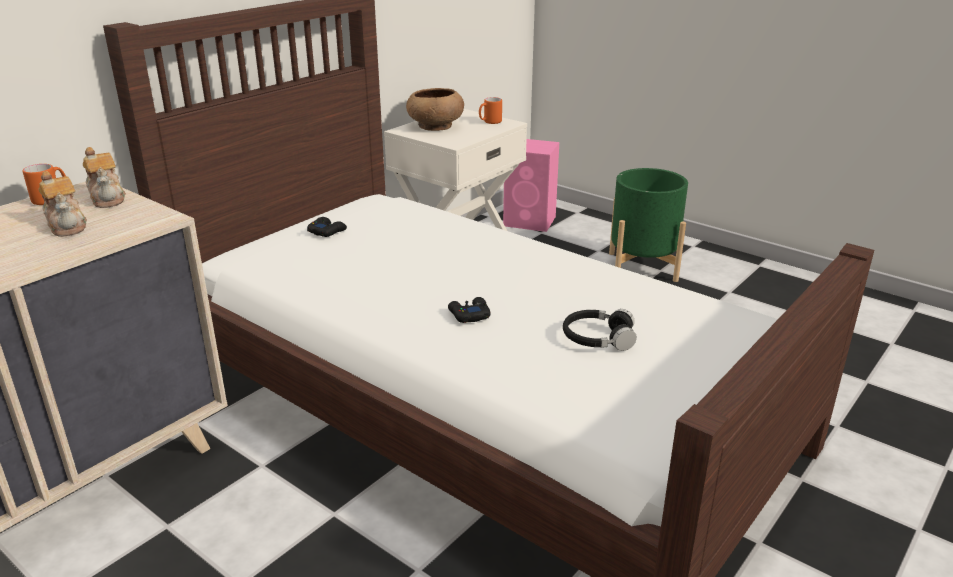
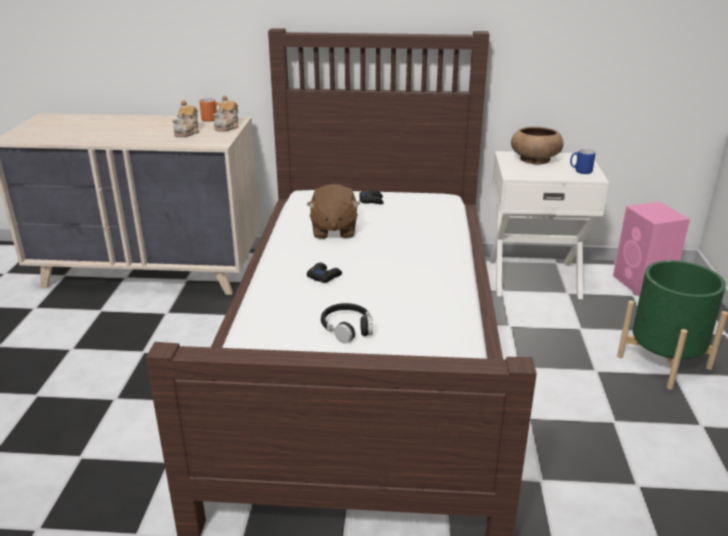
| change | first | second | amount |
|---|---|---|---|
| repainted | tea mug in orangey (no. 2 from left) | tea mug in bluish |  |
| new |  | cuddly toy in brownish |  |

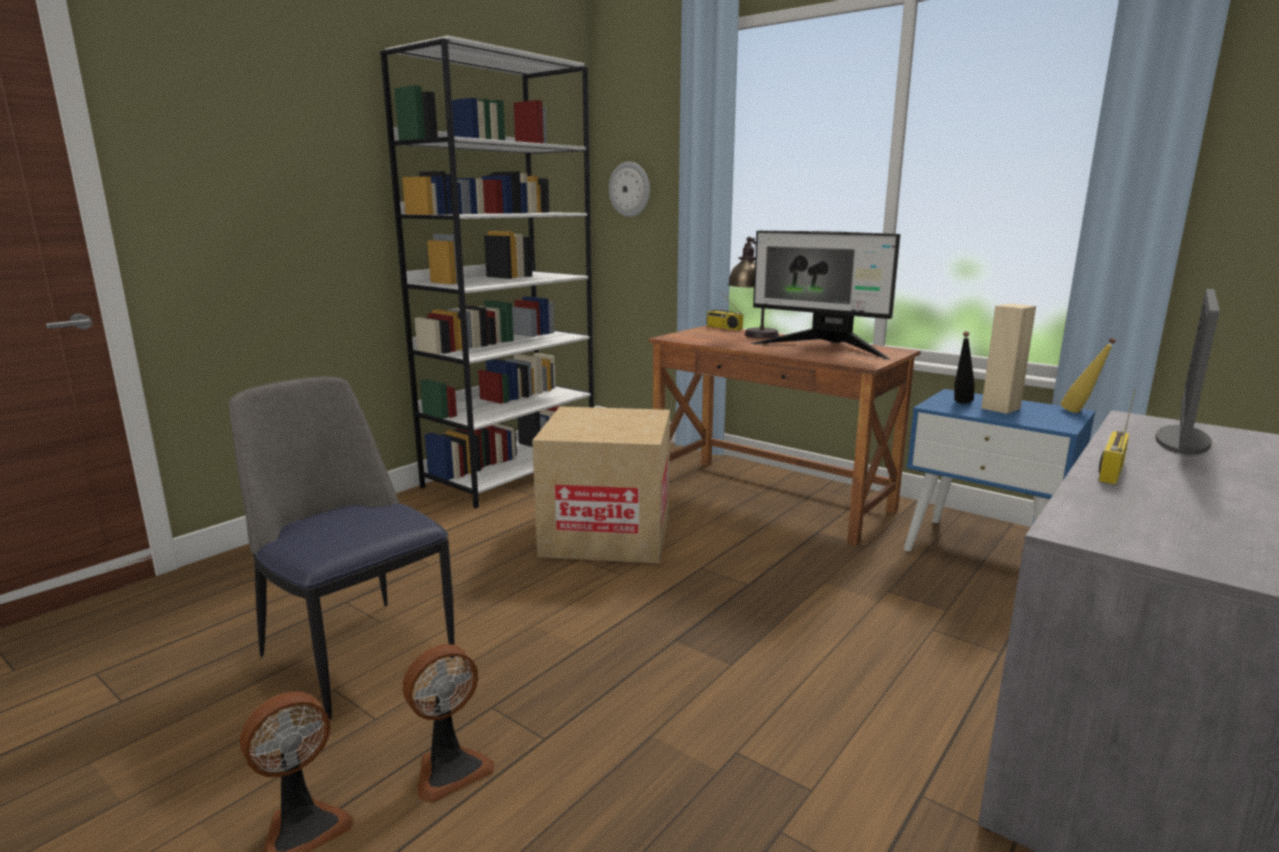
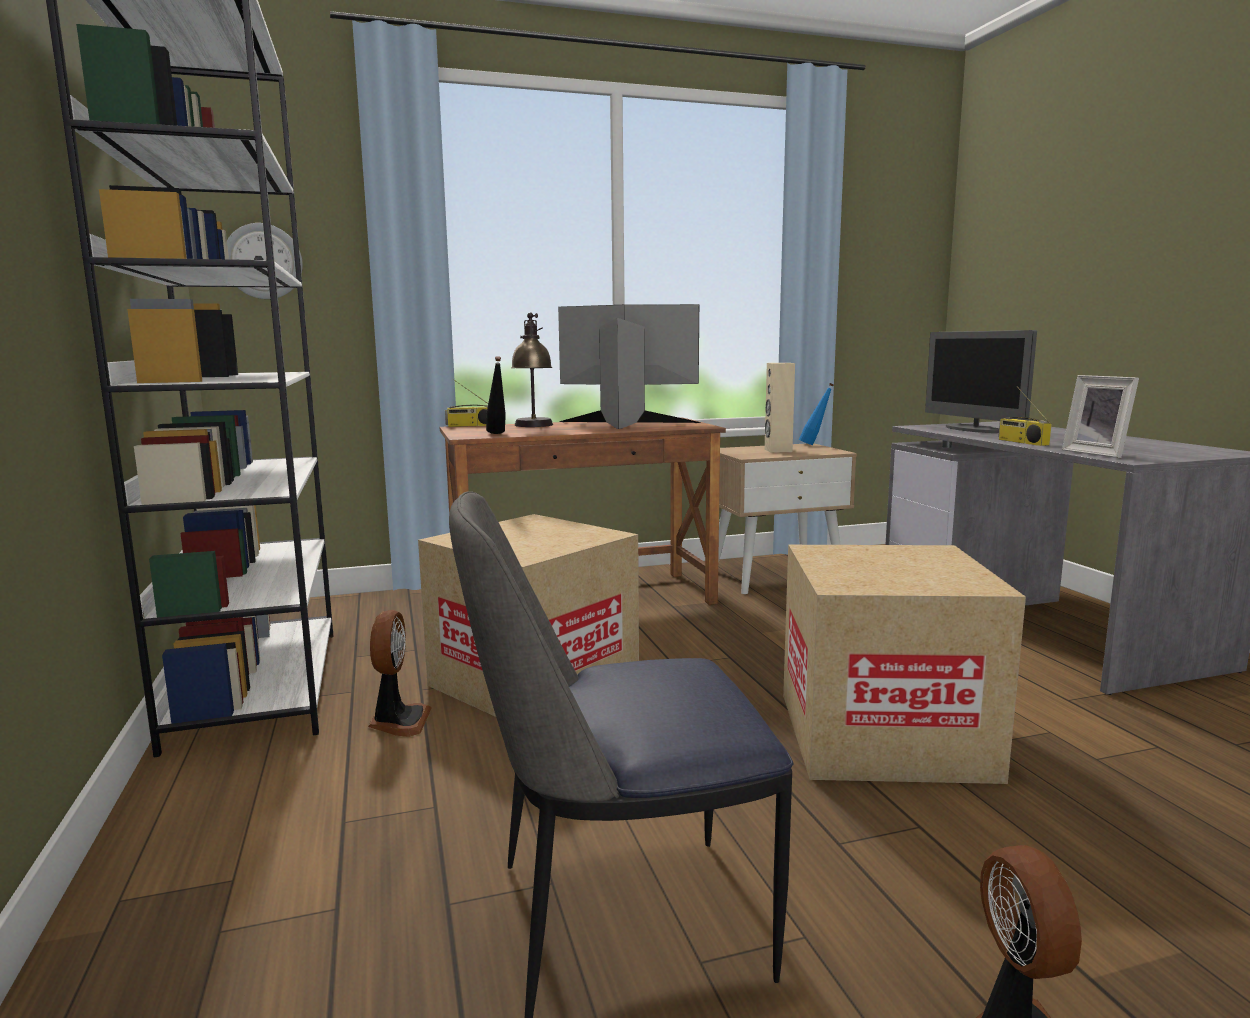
| change | first | second | amount |
|---|---|---|---|
| rotated | computer display (no. 1 from left) |  | 150 degrees counterclockwise |
| shifted | bottle in black-coloured |  |  |
| repainted | bottle in yellow | bottle in bluish |  |
| repainted | bedside table in bluish | bedside table in beige |  |
| shifted | cooling fan (no. 2 from left in the first image) | cooling fan (no. 1 from left) |  |
| new |  | standing frame |  |
| new |  | carton (no. 2 from left) |  |

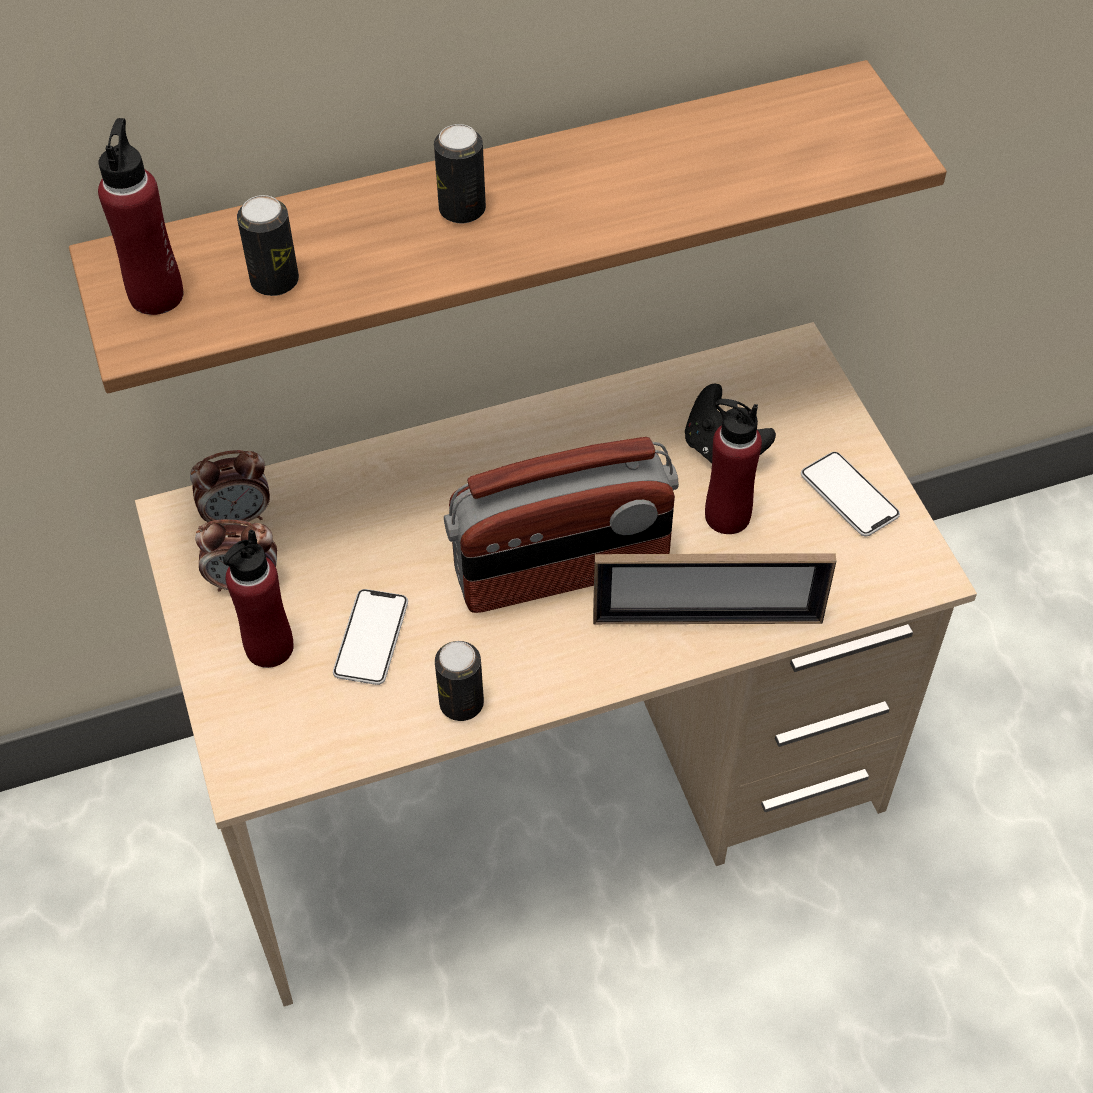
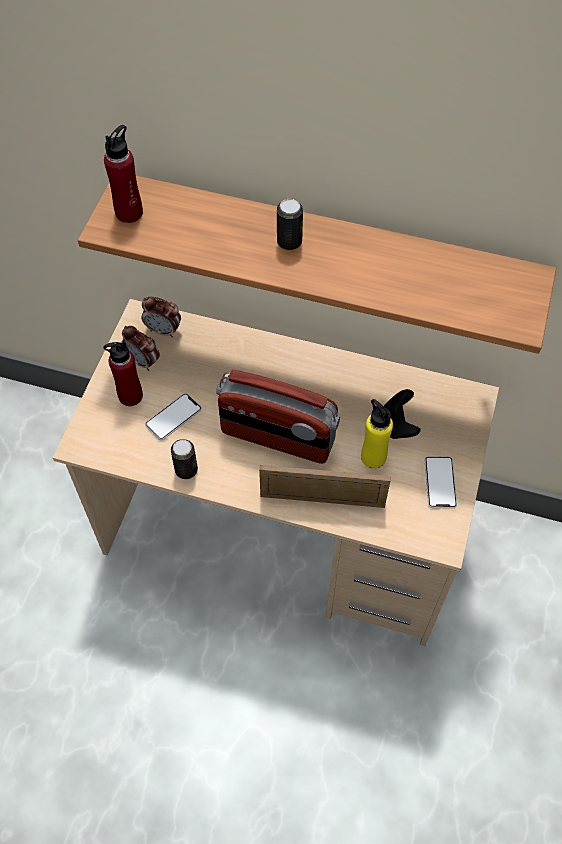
| change | first | second | amount |
|---|---|---|---|
| gone | can (no. 1 from left) |  |  |
| repainted | bottle in red-coloured (no. 3 from left) | bottle in yellow |  |
| rotated | standing frame |  | 150 degrees clockwise |

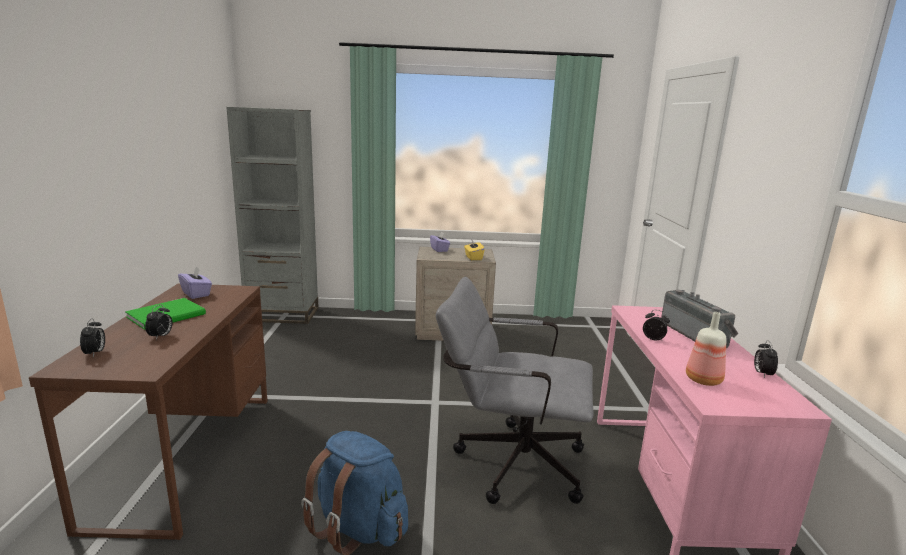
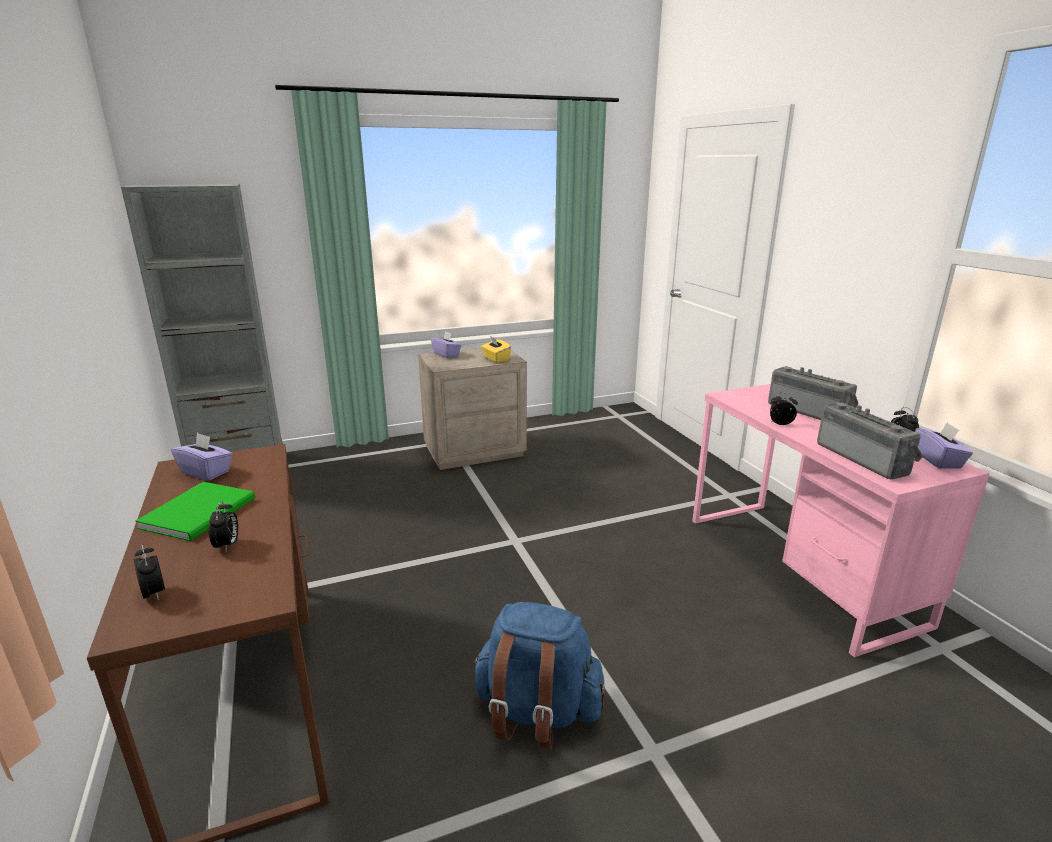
| change | first | second | amount |
|---|---|---|---|
| gone | computer chair in gray |  |  |
| swapped | bottle | radio (no. 2 from left) |  |
| new |  | tissue holder in purple-coloured (no. 3 from left) |  |

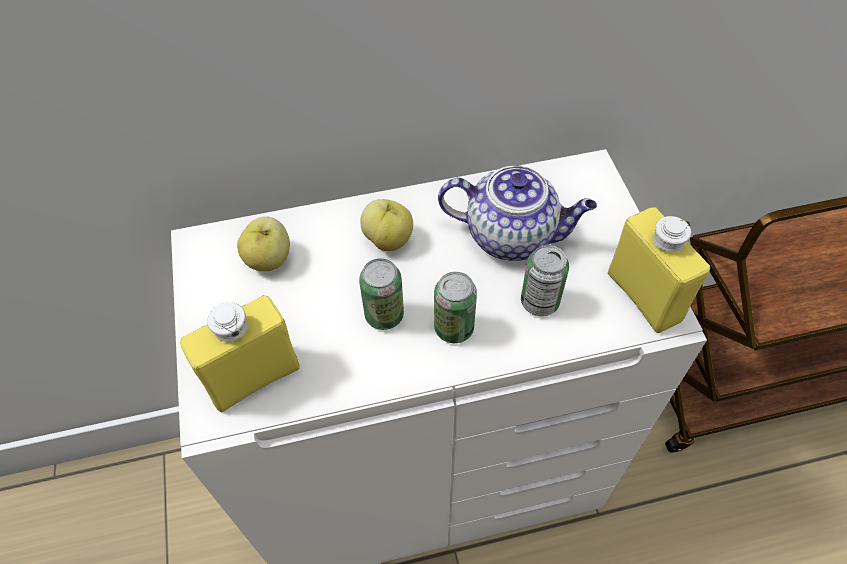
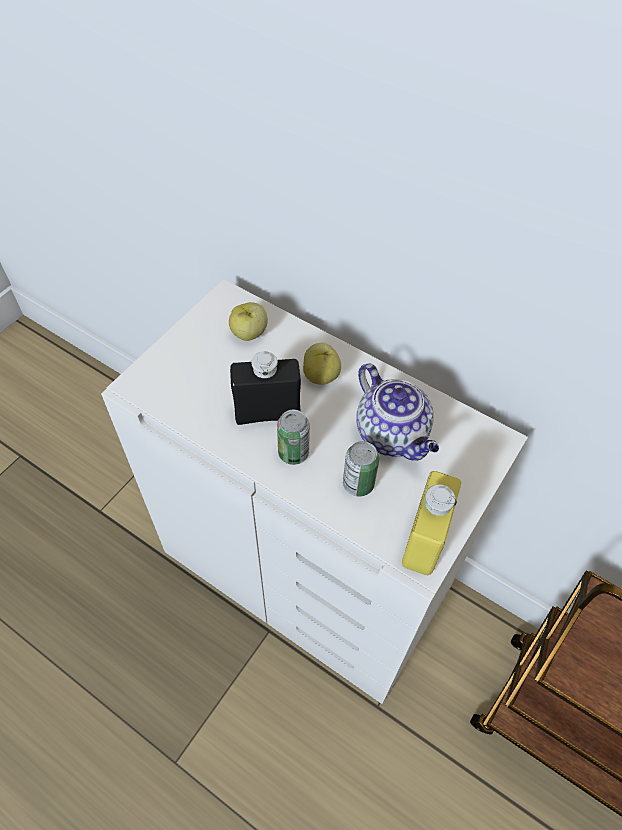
| change | first | second | amount |
|---|---|---|---|
| swapped | can (no. 1 from left) | bottle in black-coloured |  |
| gone | bottle in yellow (no. 1 from left) |  |  |

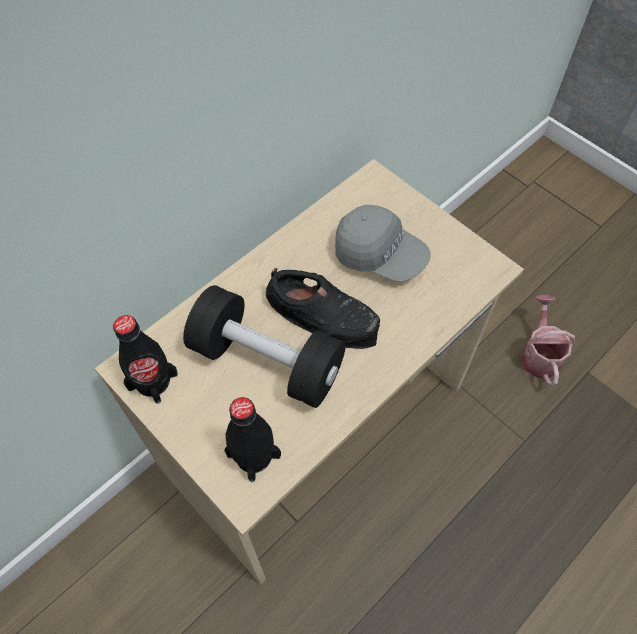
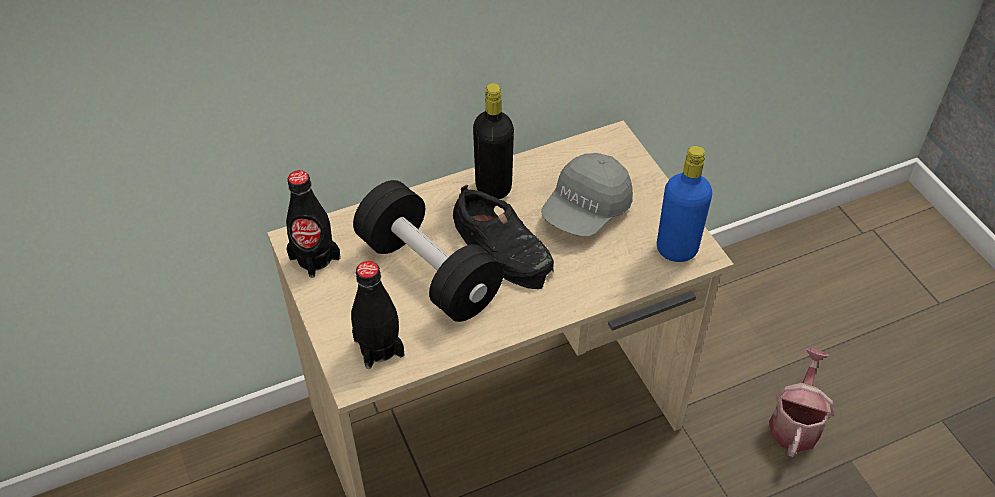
| change | first | second | amount |
|---|---|---|---|
| rotated | cap in gray |  | 75 degrees clockwise |
| new |  | bottle in black-coloured (no. 3 from left) |  |
| new |  | bottle in bluish |  |

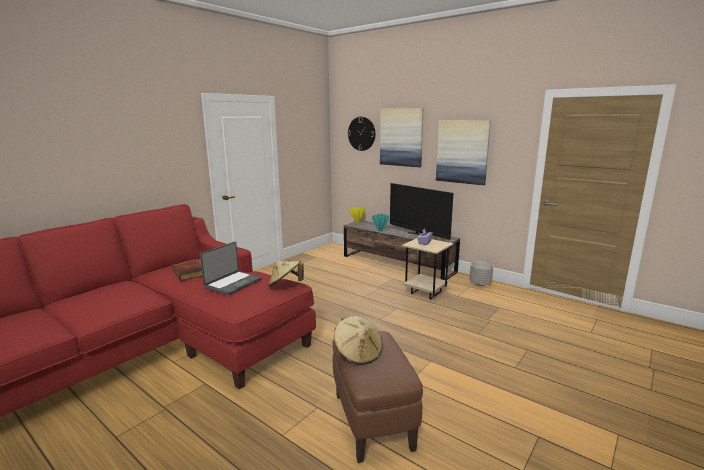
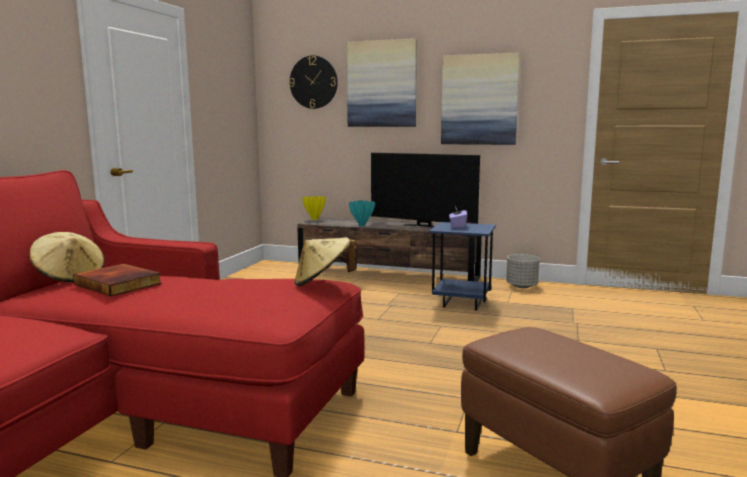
| change | first | second | amount |
|---|---|---|---|
| repainted | side table in beige | side table in bluish |  |
| gone | laptop |  |  |
| shifted | hat in beige (no. 2 from left in the first image) | hat in beige (no. 1 from left) |  |

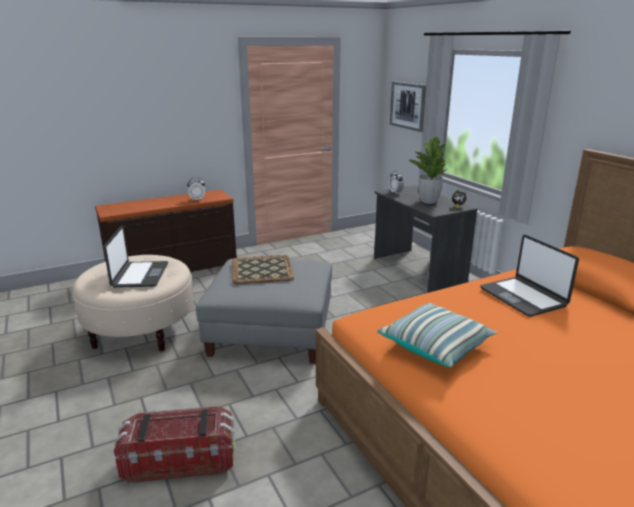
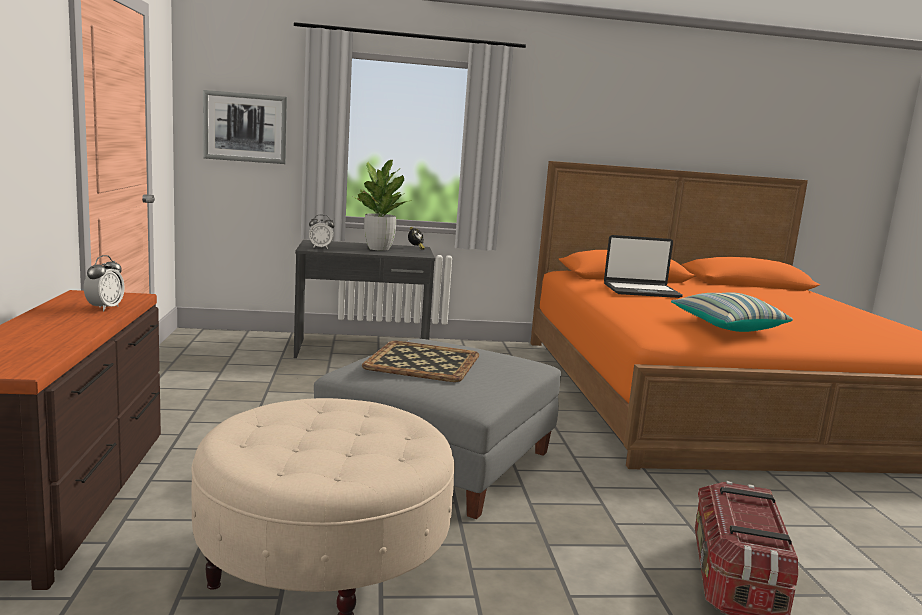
| change | first | second | amount |
|---|---|---|---|
| gone | laptop (no. 1 from left) |  |  |

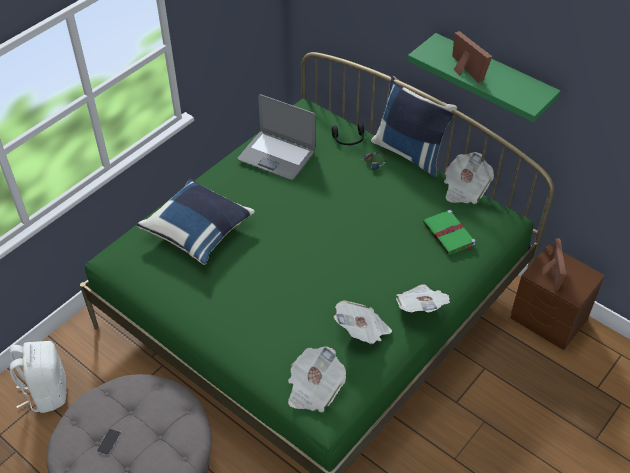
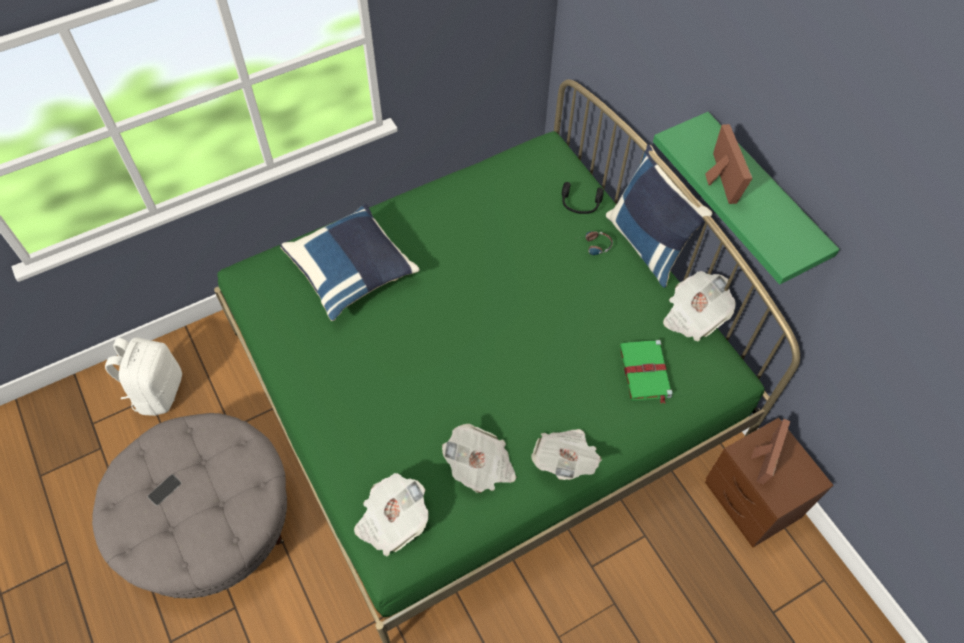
| change | first | second | amount |
|---|---|---|---|
| gone | laptop |  |  |

